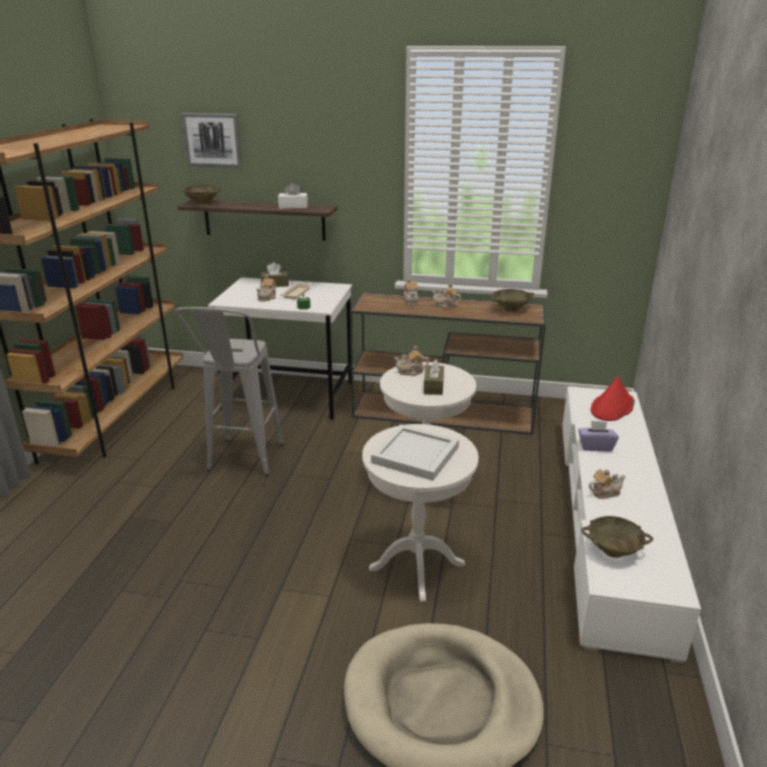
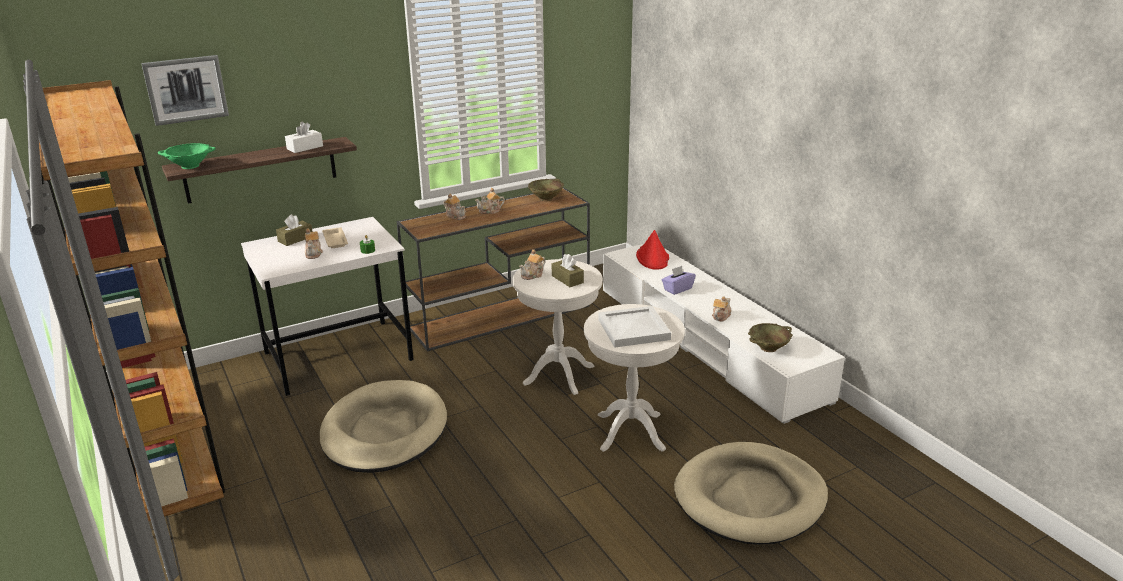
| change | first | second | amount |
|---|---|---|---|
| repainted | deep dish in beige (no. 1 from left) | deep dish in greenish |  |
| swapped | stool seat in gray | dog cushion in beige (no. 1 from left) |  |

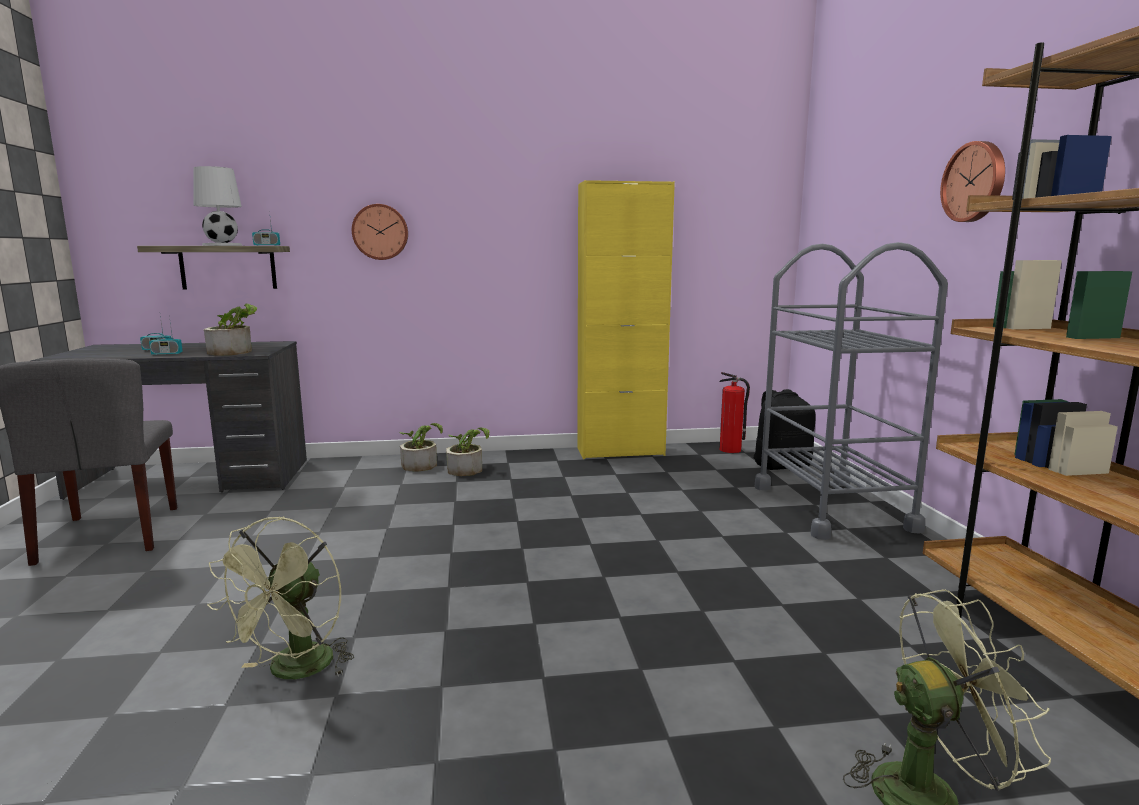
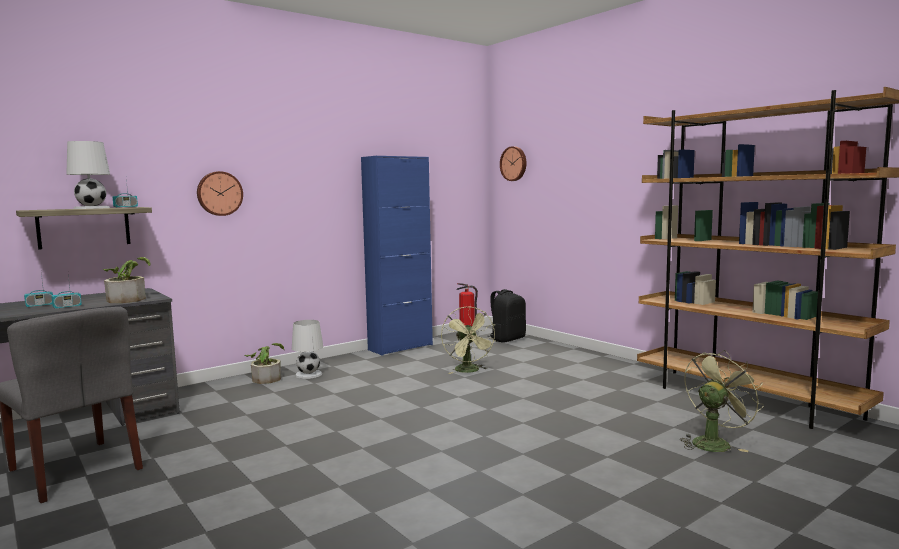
| change | first | second | amount |
|---|---|---|---|
| shifted | hanging clock (no. 2 from left) |  |  |
| repainted | cupboard in yellow | cupboard in bluish |  |
| gone | wheeled cart in gray |  |  |
| swapped | houseplant (no. 3 from left) | tabletop lamp in white (no. 2 from left) |  |
| shifted | cooling fan in greenish (no. 1 from left) |  |  |

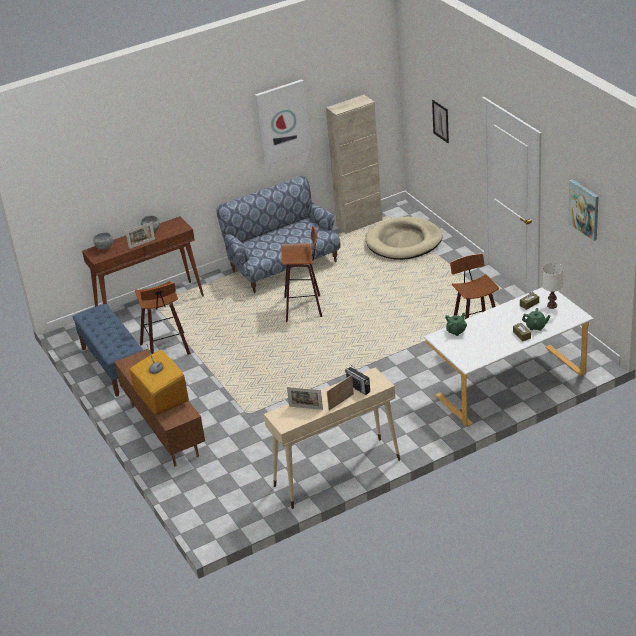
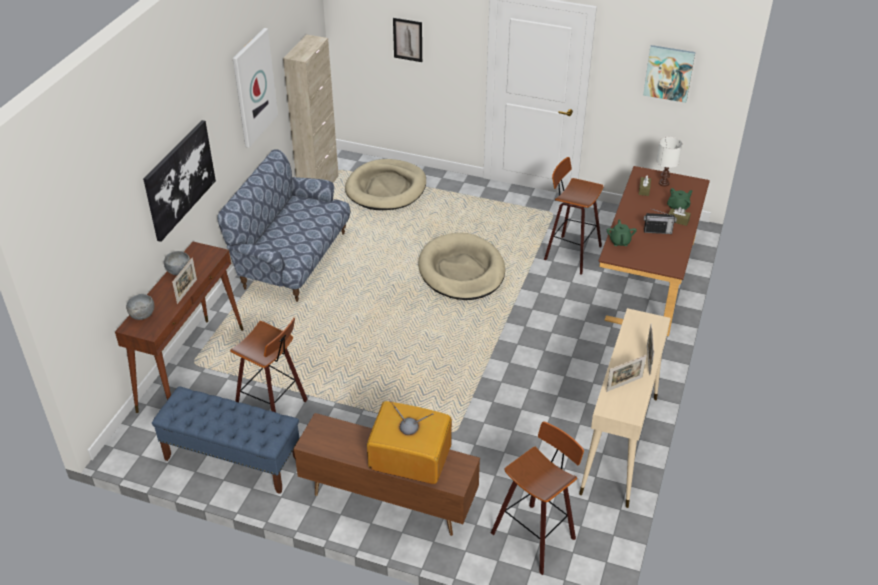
| change | first | second | amount |
|---|---|---|---|
| shifted | stool seat (no. 2 from left) |  |  |
| repainted | desk unit in white | desk unit in brownish |  |
| shifted | radio |  |  |
| new |  | wall picture (no. 1 from left) |  |
| new |  | dog cushion in beige (no. 2 from left) |  |

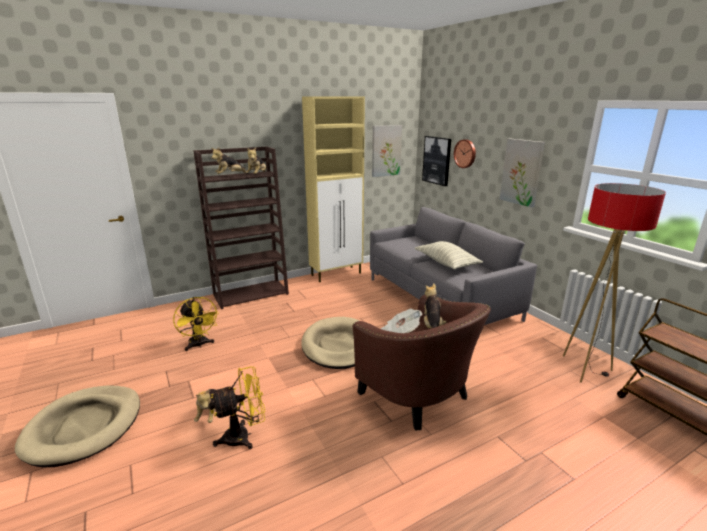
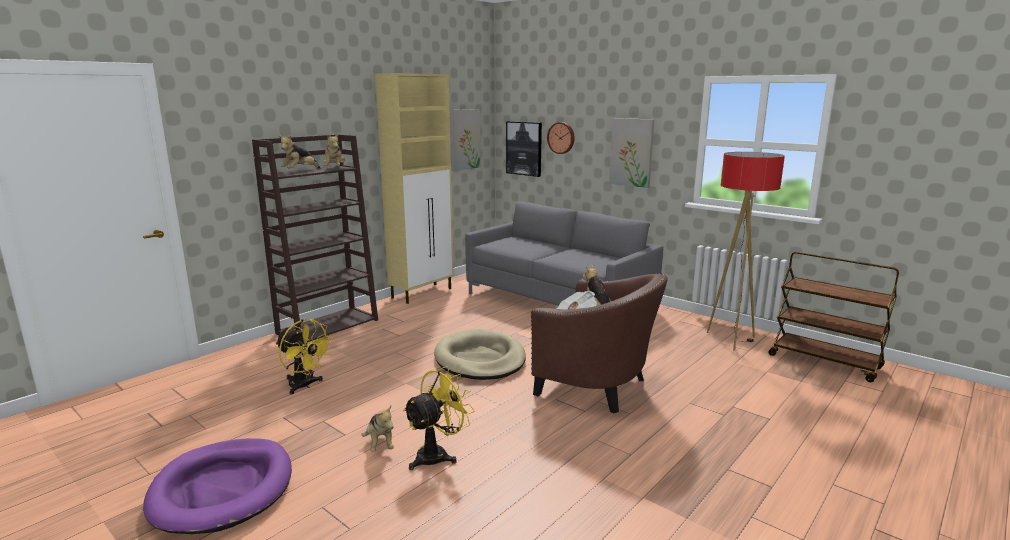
| change | first | second | amount |
|---|---|---|---|
| gone | throw pillow |  |  |
| repainted | dog cushion in beige (no. 1 from left) | dog cushion in purple-coloured |  |

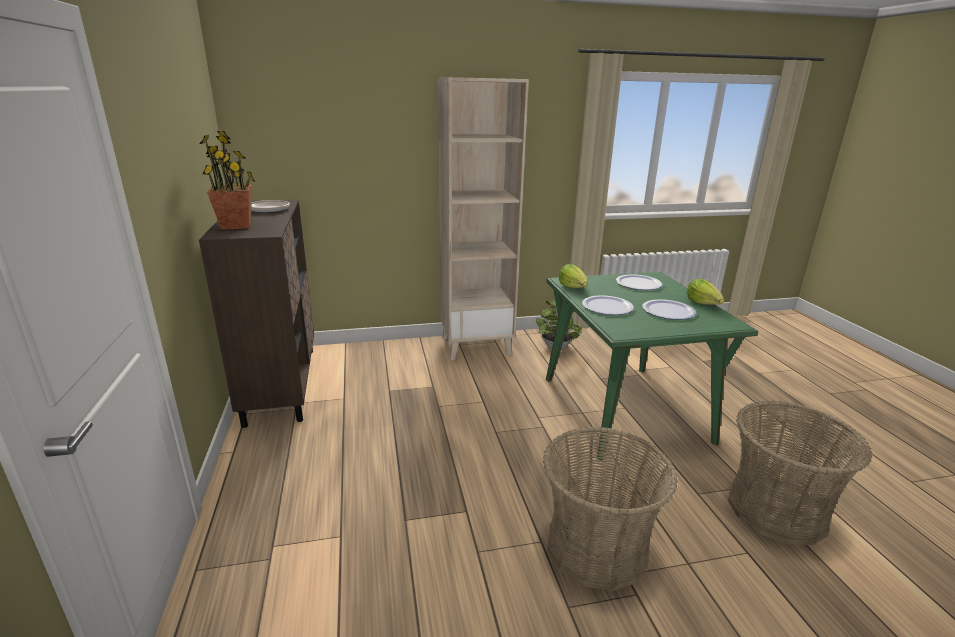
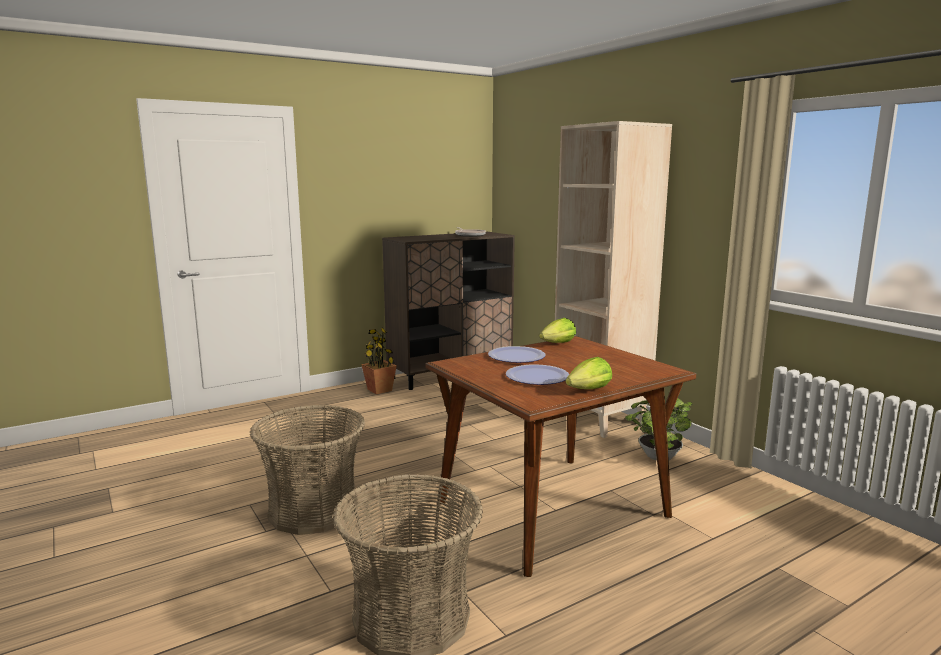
| change | first | second | amount |
|---|---|---|---|
| shifted | houseplant (no. 1 from left) |  |  |
| repainted | dinner table in greenish | dinner table in brownish |  |
| gone | dinner plate (no. 2 from left) |  |  |

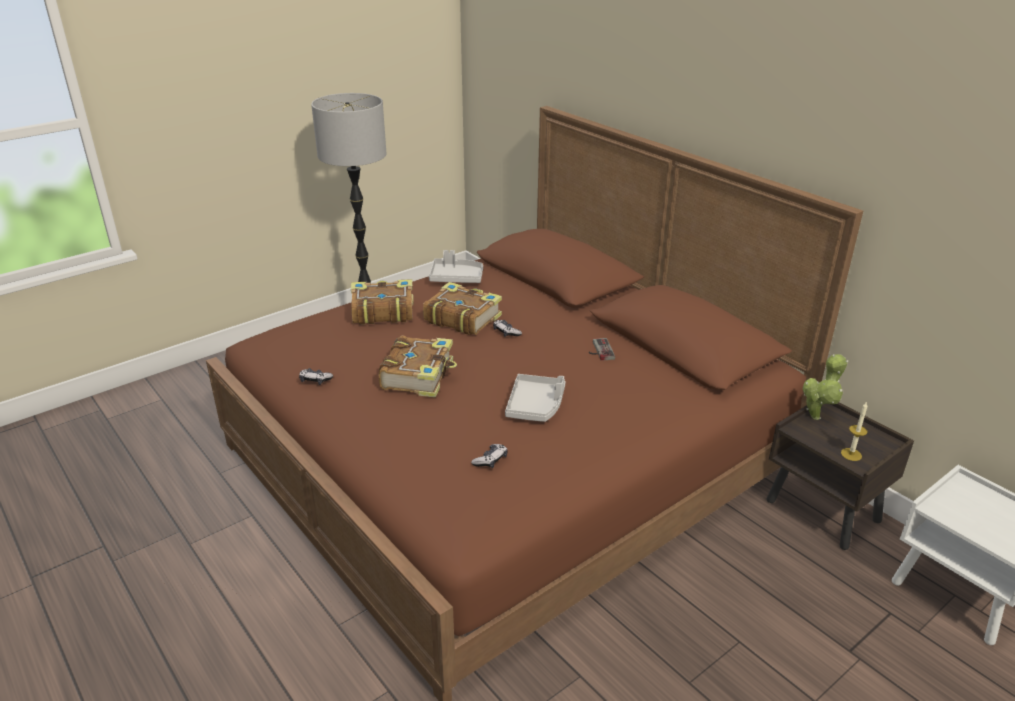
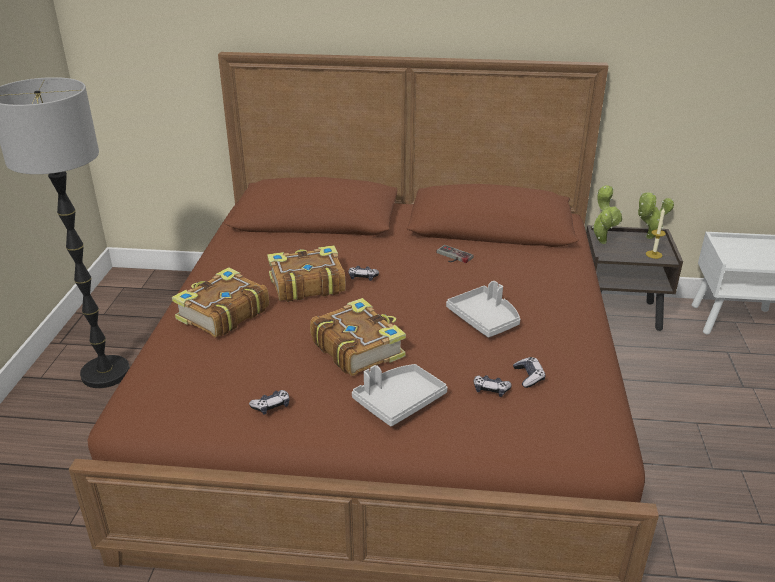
| change | first | second | amount |
|---|---|---|---|
| shifted | carrying tray in gray (no. 1 from left) |  |  |
| new |  | houseplant (no. 2 from left) |  |
| new |  | joypad (no. 4 from left) |  |

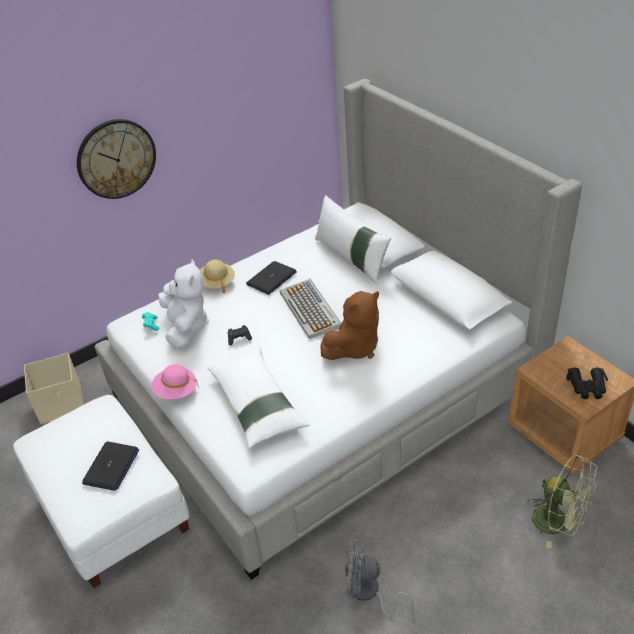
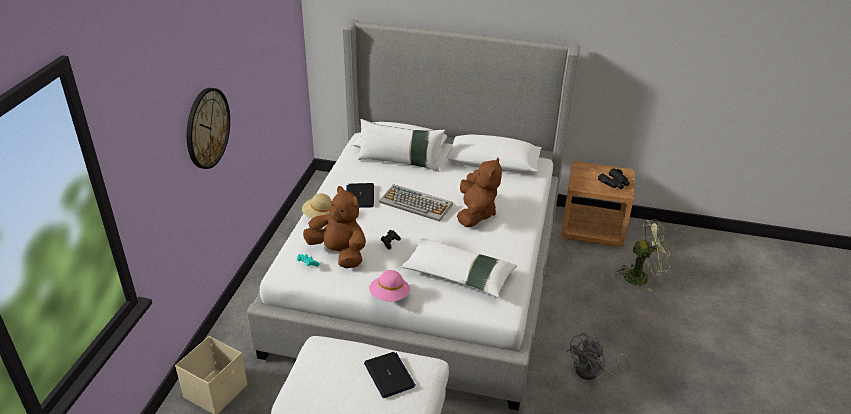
| change | first | second | amount |
|---|---|---|---|
| repainted | cuddly toy in white | cuddly toy in brownish (no. 1 from left) |  |

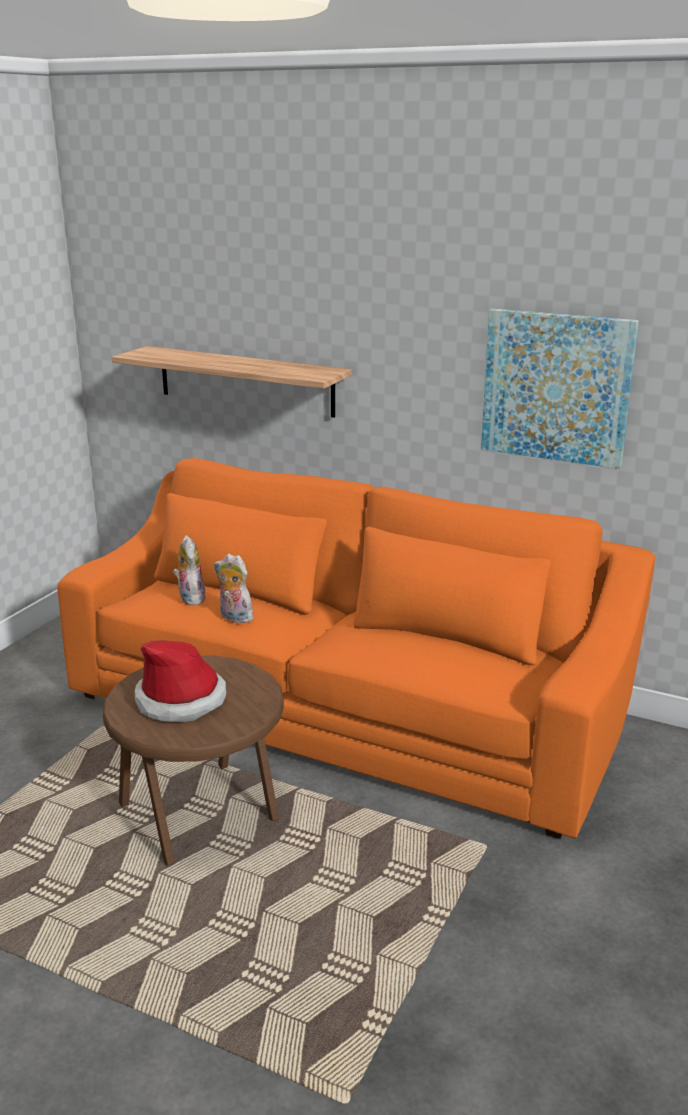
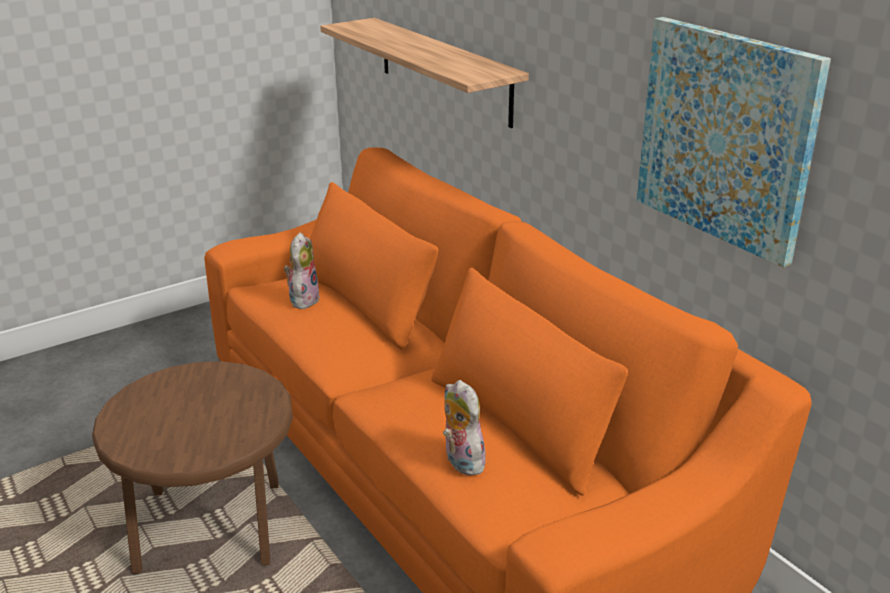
| change | first | second | amount |
|---|---|---|---|
| shifted | cuddly toy (no. 2 from left) |  |  |
| gone | hat |  |  |

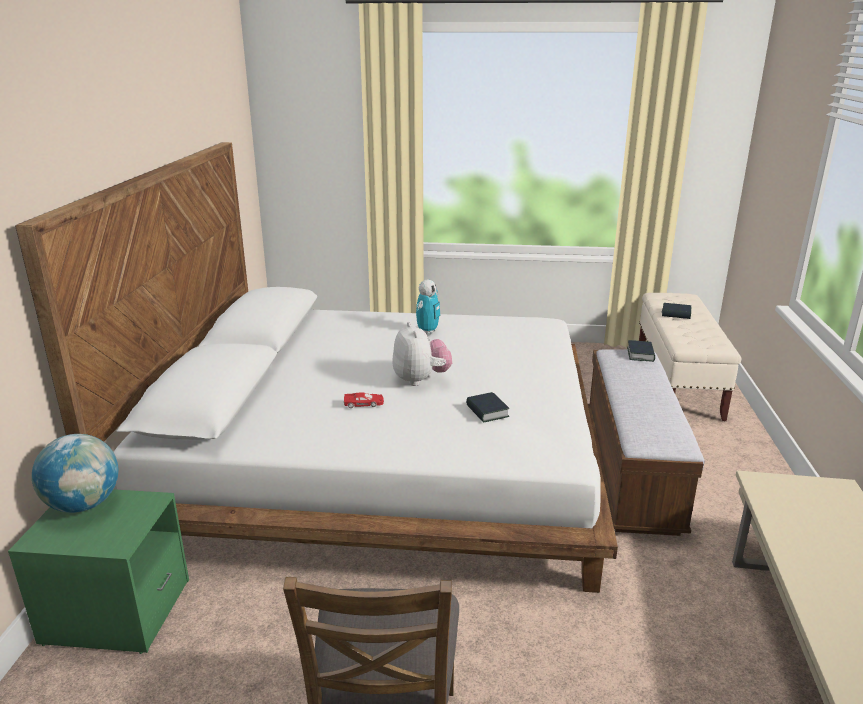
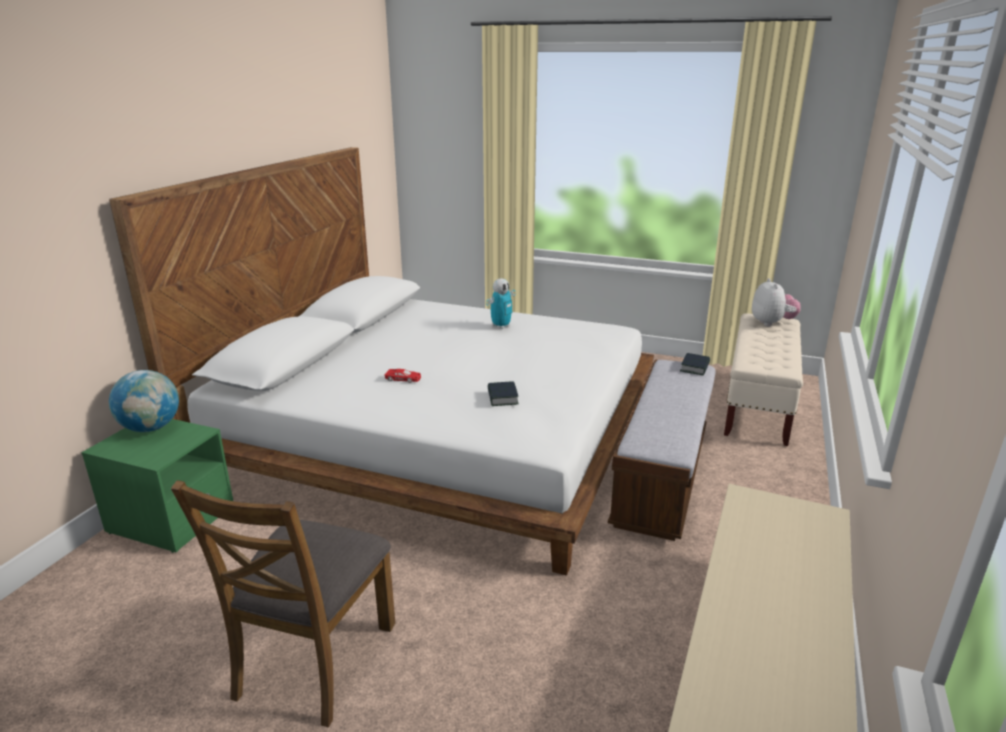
| change | first | second | amount |
|---|---|---|---|
| gone | book (no. 3 from left) |  |  |
| shifted | cuddly toy |  |  |

